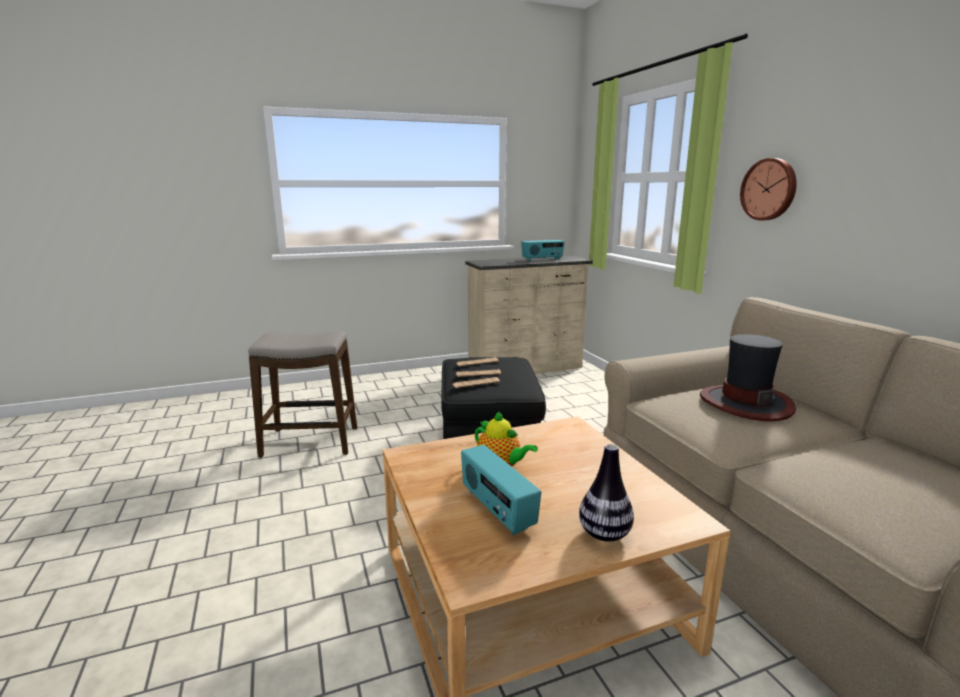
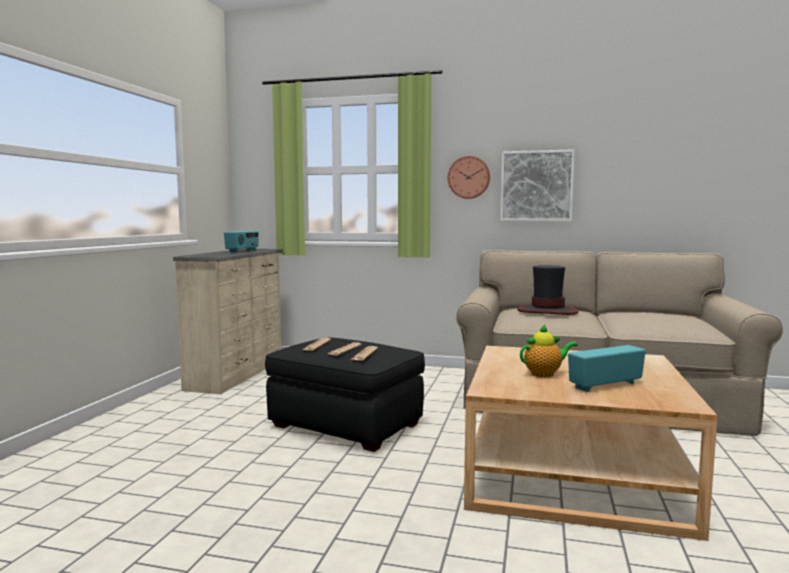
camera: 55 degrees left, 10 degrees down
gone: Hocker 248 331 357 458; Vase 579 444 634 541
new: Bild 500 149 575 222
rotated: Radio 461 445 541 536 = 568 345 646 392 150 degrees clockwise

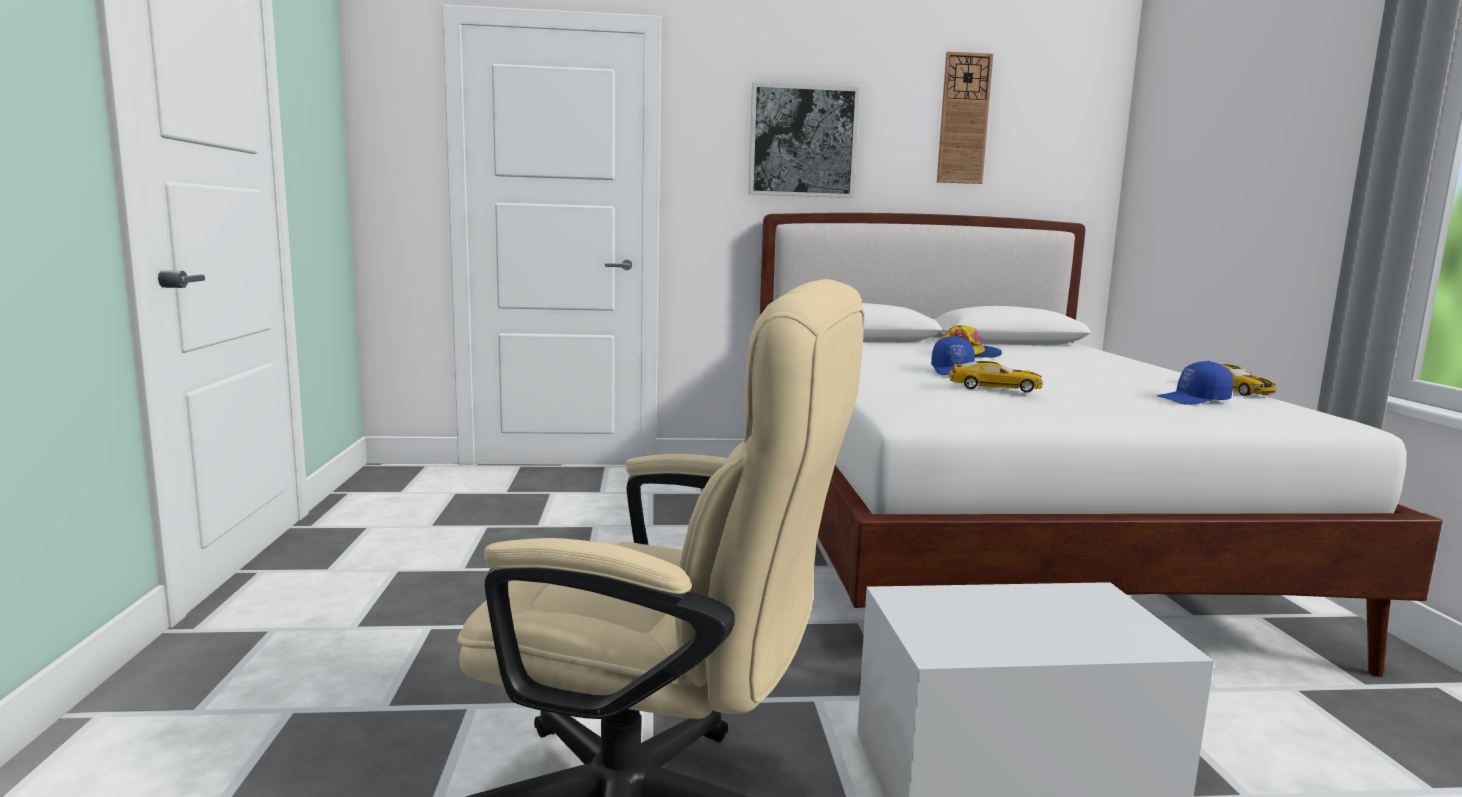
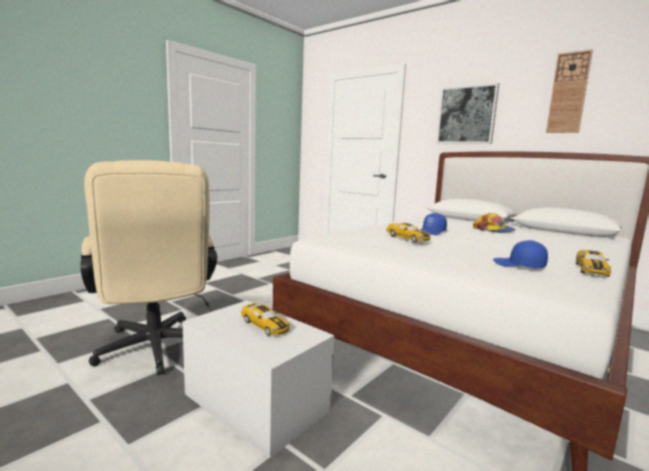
camera: 45 degrees right, 0 degrees up
new: Spielzeugauto 241 303 290 336

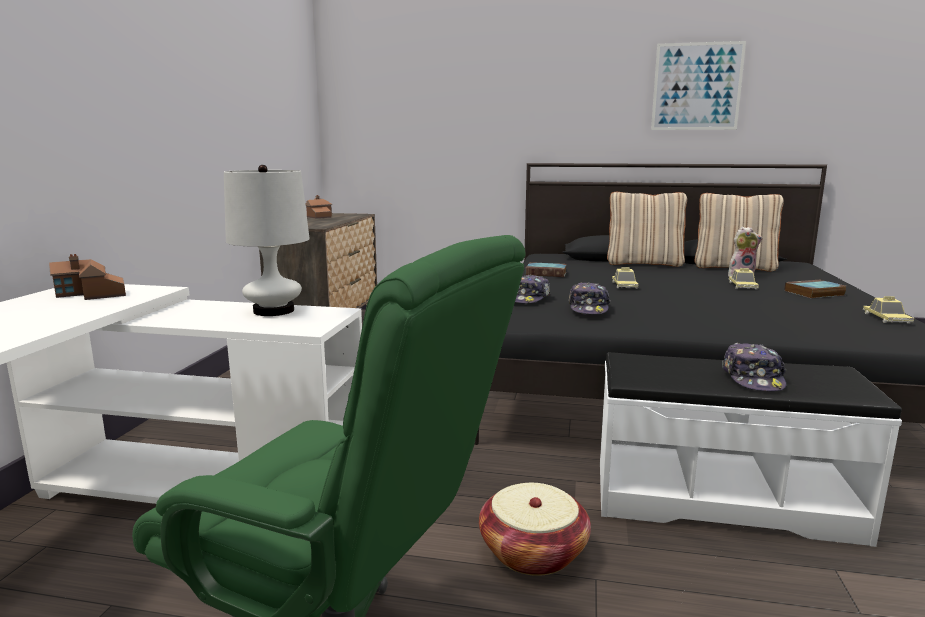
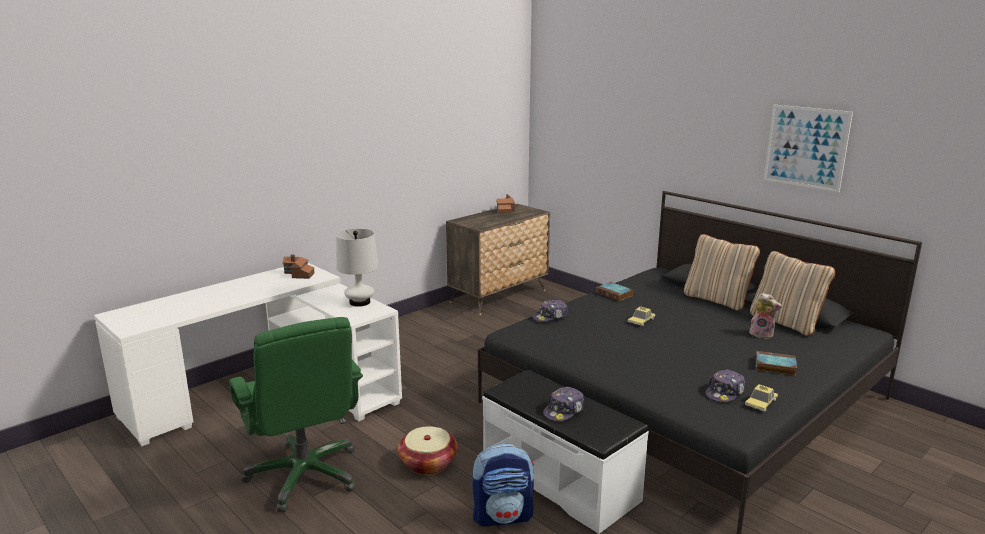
camera: 35 degrees right, 5 degrees up
gone: Spielzeugauto 729 268 759 290
new: Rucksack 472 443 534 526
shifted: Kappe 569 282 611 314 to 706 369 745 402

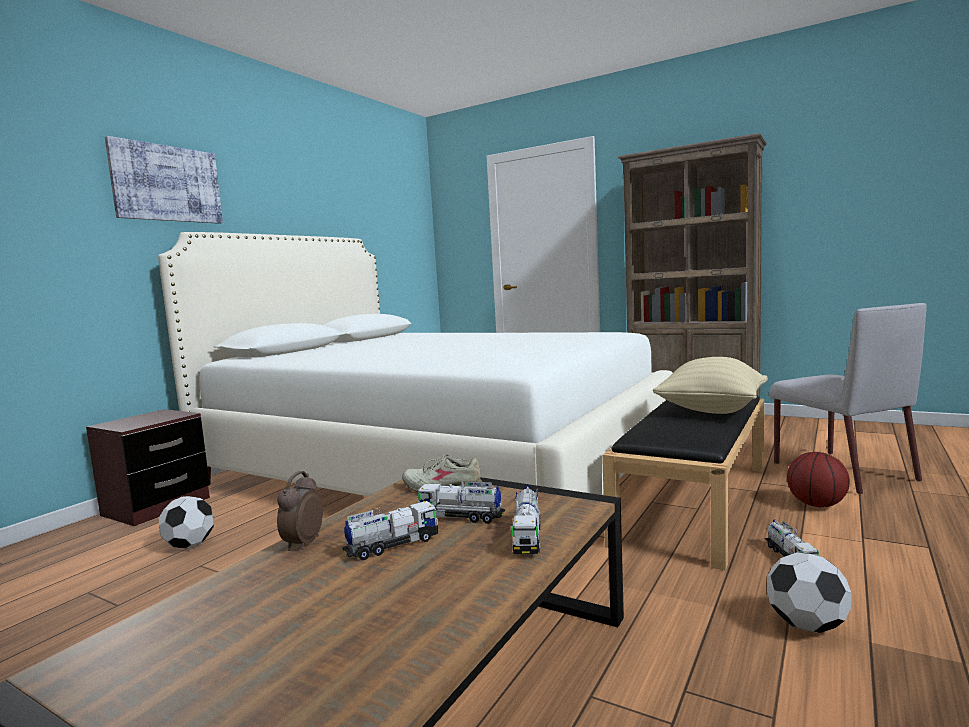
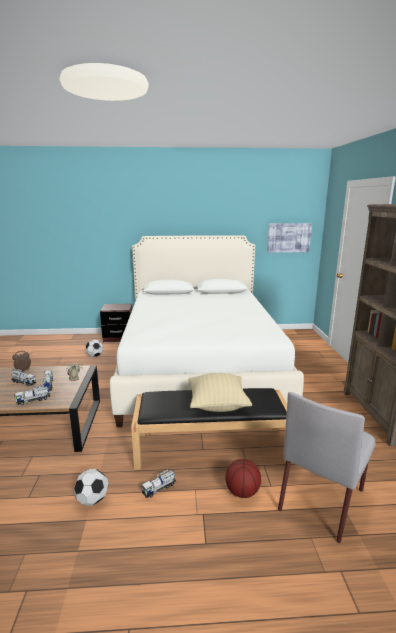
camera: 55 degrees right, 10 degrees up
shifted: Bild 105 136 223 224 to 267 223 312 253

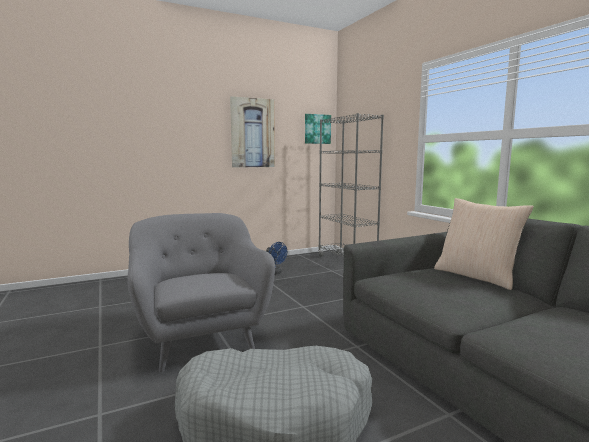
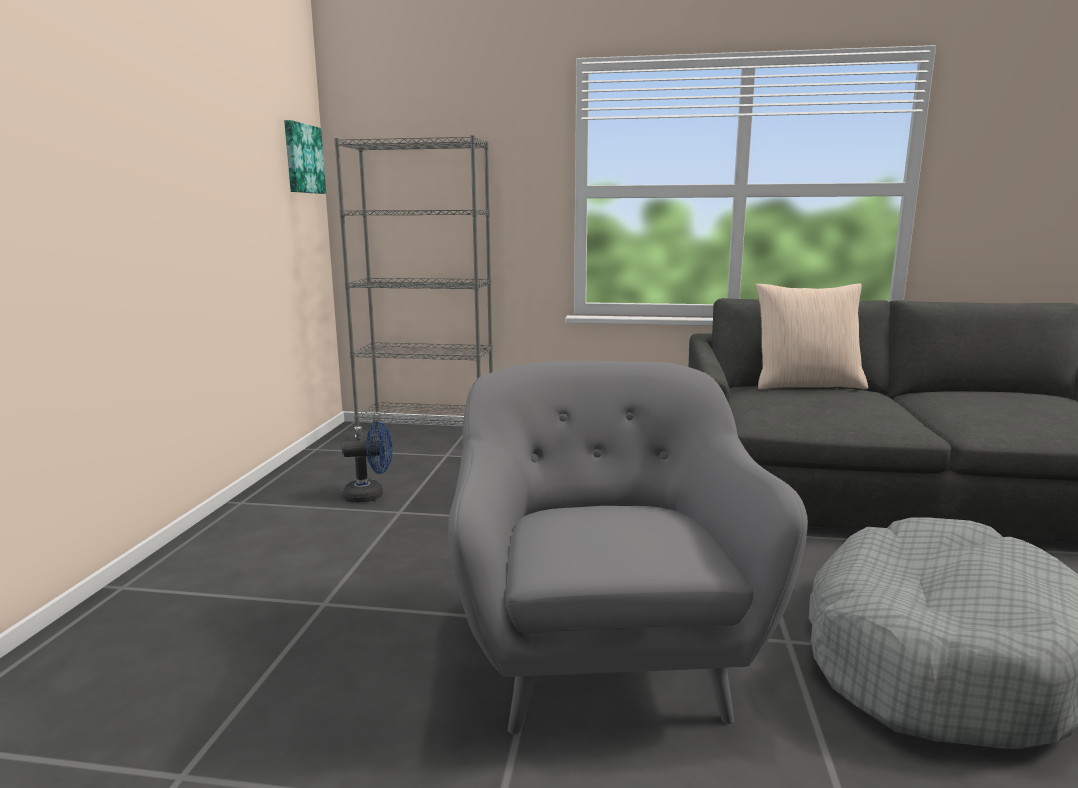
camera: 55 degrees left, 5 degrees up
gone: Bild 230 96 275 168
rotated: Sessel (grau) 127 213 275 372 = 448 361 808 734 75 degrees clockwise

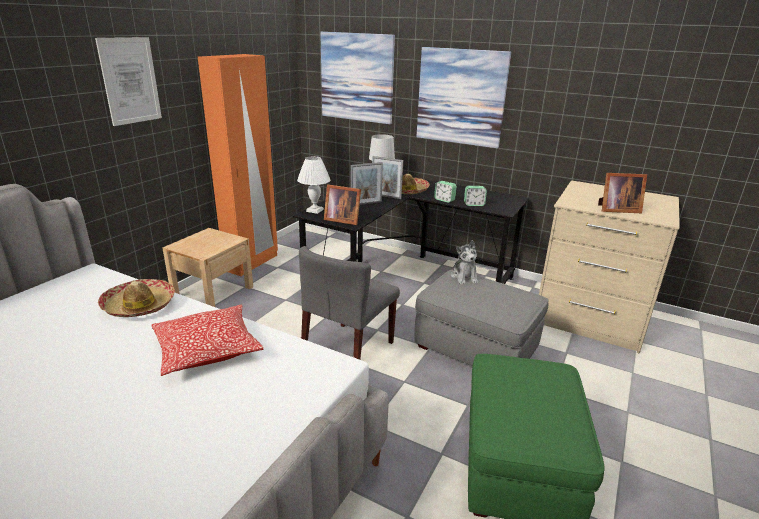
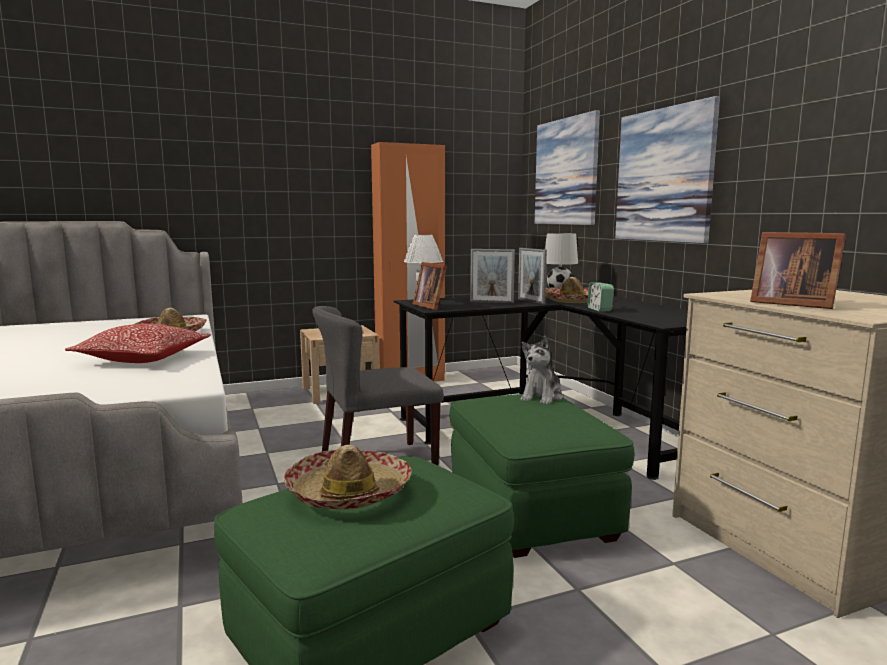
camera: 40 degrees right, 15 degrees down
gone: Bild 95 37 162 126; Wecker 464 186 487 206
new: Hut 284 445 412 510
repainted: Polsterhocker (grau) 414 270 549 366 to Polsterhocker (grün) 450 394 634 558

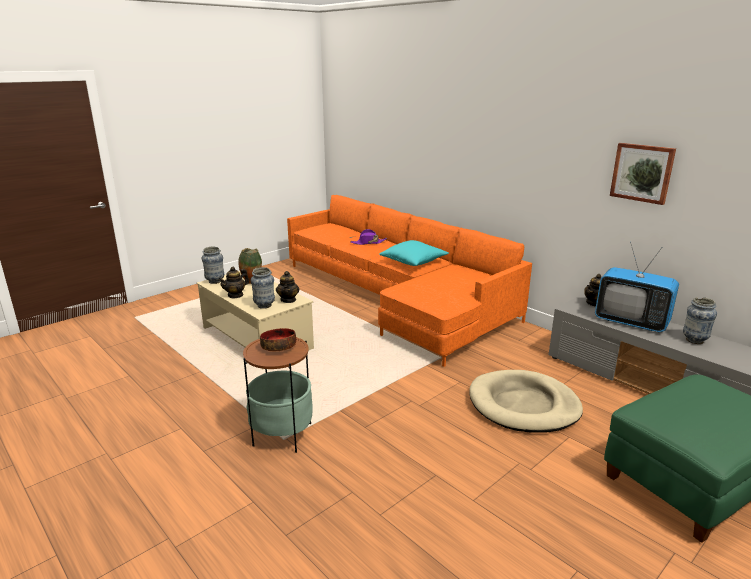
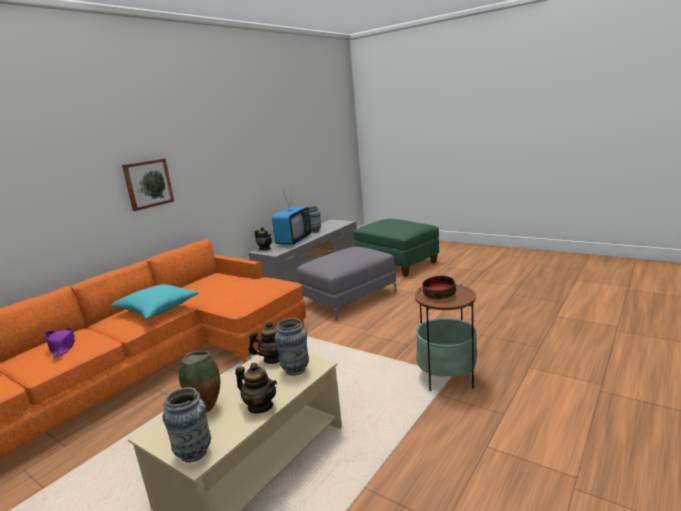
camera: 100 degrees left, 5 degrees down
shifted: Bild 610 143 676 205 to 122 158 174 211
swapped: Hundebett (beige) 469 370 583 433 to Polsterhocker (grau) 297 247 397 320

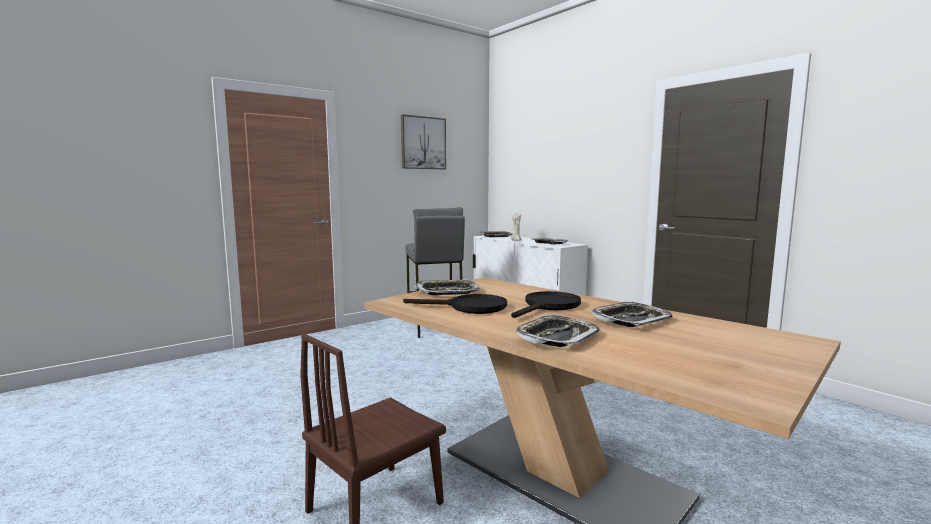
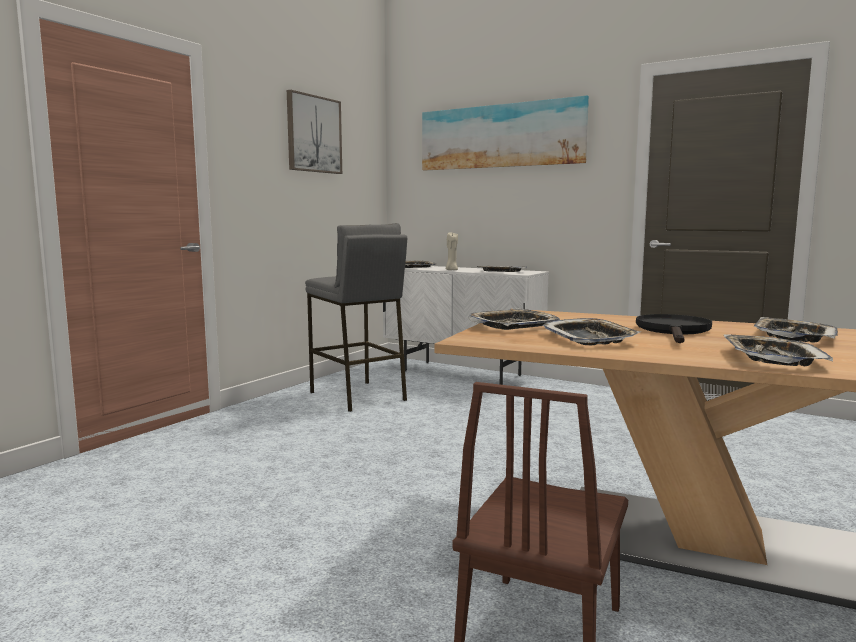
camera: 20 degrees left, 0 degrees up
new: Bild 422 96 589 170
swapped: Pfanne (schwarz) 403 294 507 314 to Tablett 543 318 641 345

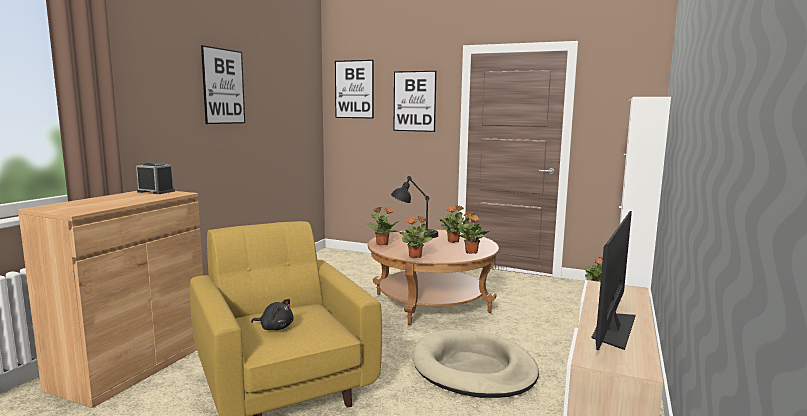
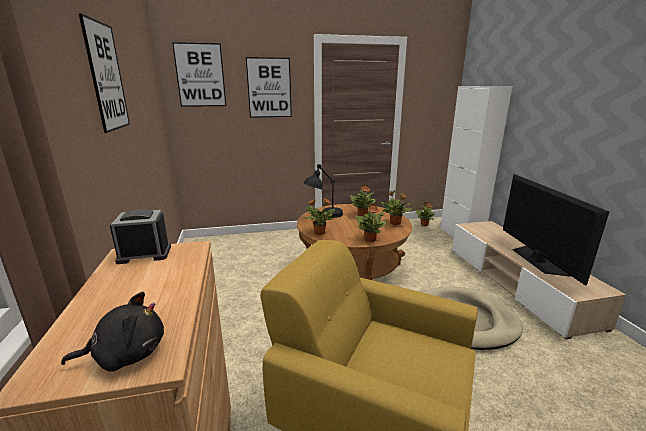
camera: 35 degrees left, 10 degrees up
shifted: Plüschtier (schwarz) 251 299 294 330 to 61 292 164 372

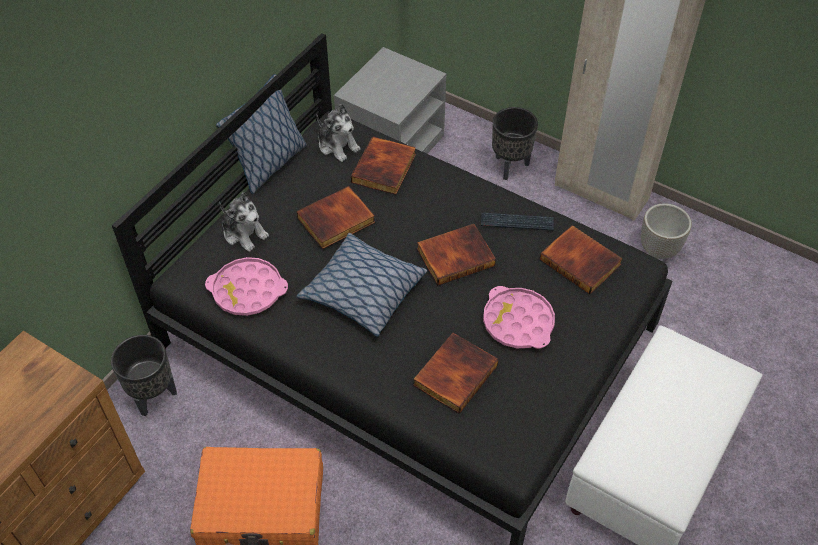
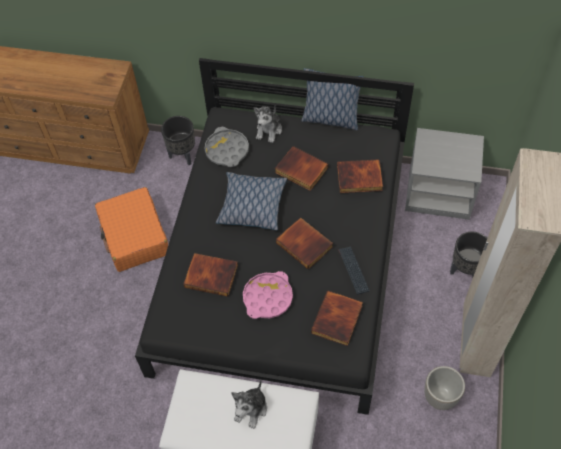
camera: 70 degrees right, 5 degrees up
shifted: Plüschtier 316 104 360 162 to 231 380 267 429
repainted: Tablett (rosa) 205 257 288 316 to Tablett (grau) 205 127 249 167

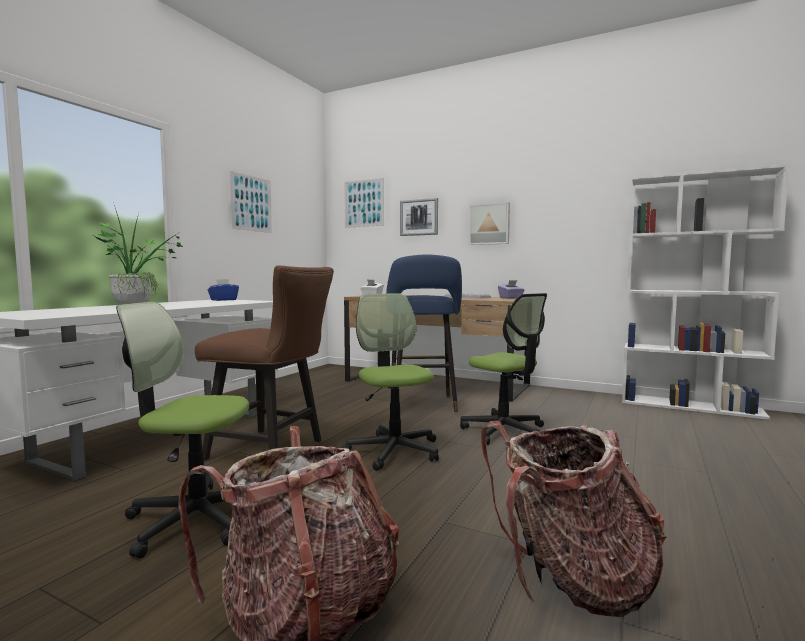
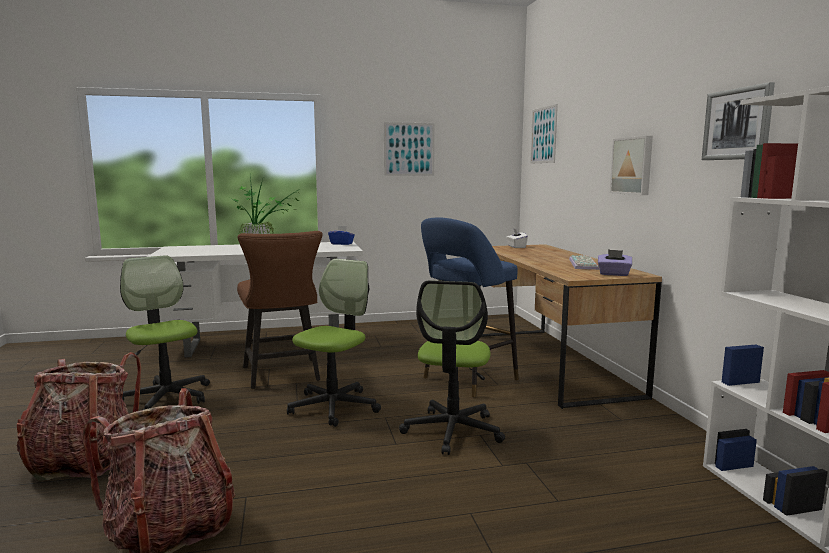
camera: 50 degrees right, 5 degrees up
shifted: Bild 400 198 438 236 to 702 82 775 160

